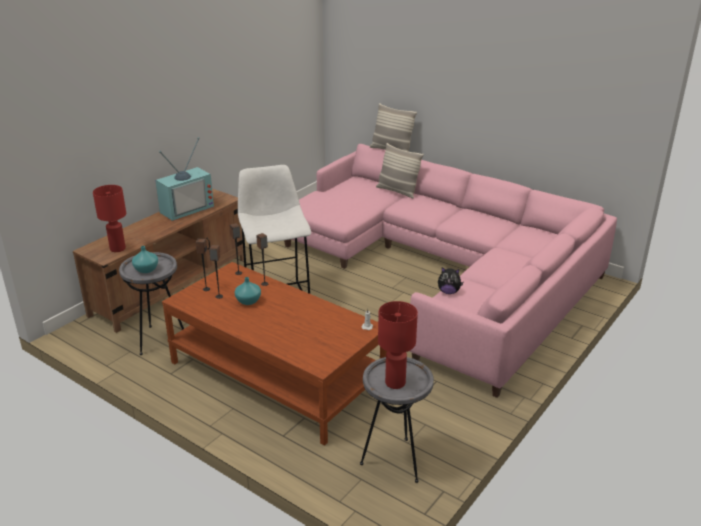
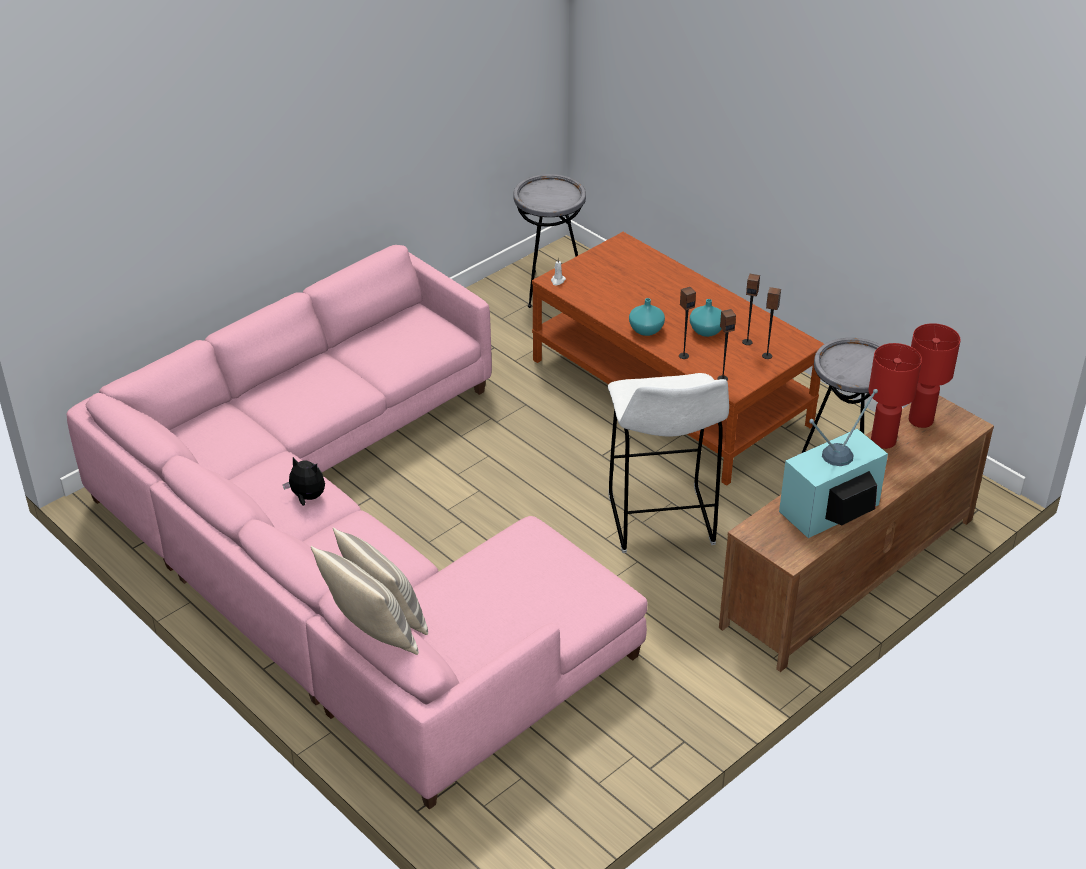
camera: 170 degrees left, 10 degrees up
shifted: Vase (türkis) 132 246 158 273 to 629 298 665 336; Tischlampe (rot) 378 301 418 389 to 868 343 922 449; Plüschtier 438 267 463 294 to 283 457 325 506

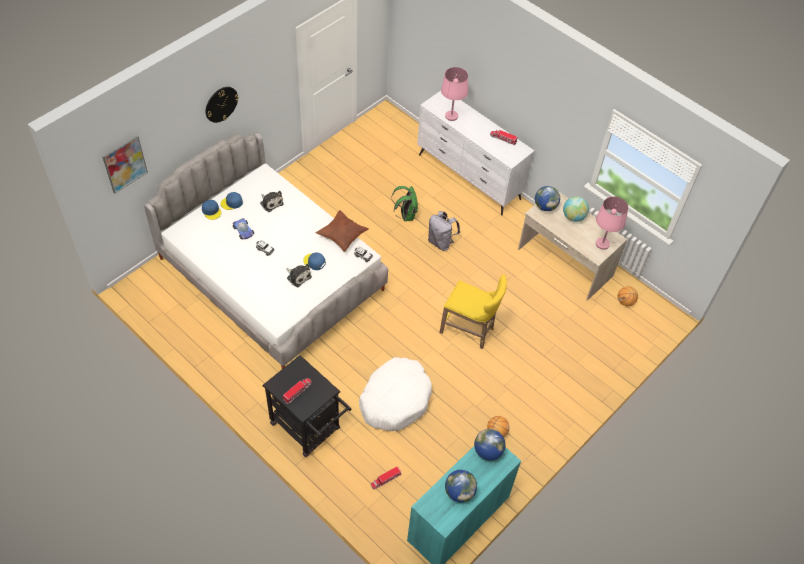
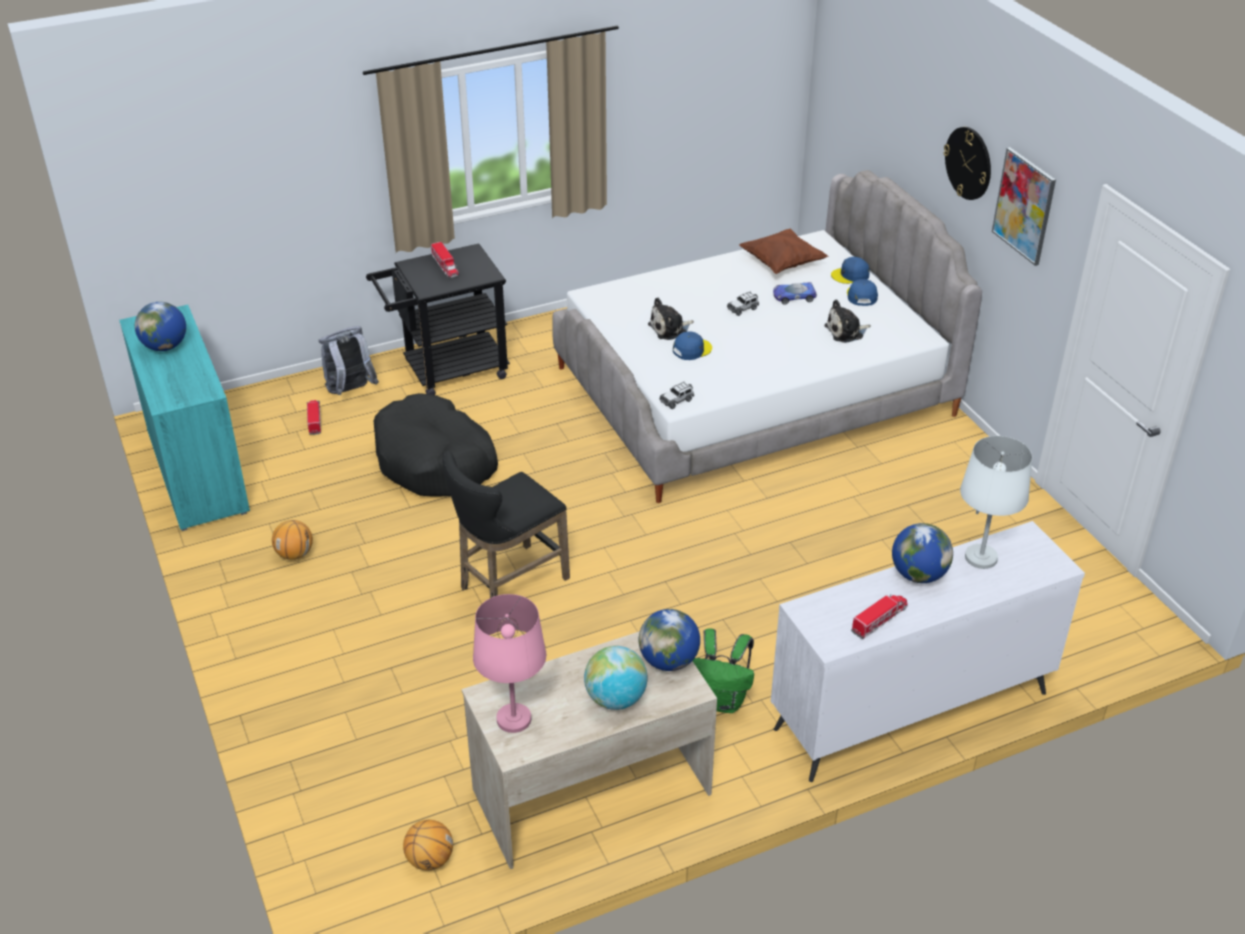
camera: 115 degrees right, 15 degrees down
shifted: Bild 102 135 148 193 to 992 147 1056 266; Kissen (braun) 316 210 369 252 to 739 229 828 274; Rucksack (grün) 391 186 418 221 to 693 628 754 713; Rucksack (grau) 428 211 460 251 to 319 326 379 395; Globus 474 429 506 460 to 892 523 953 583
repainted: Hundebett (weiß) 359 357 432 431 to Hundebett (schwarz) 374 393 498 497; Hocker (gelb) 439 274 507 349 to Hocker (schwarz) 442 451 570 598; Tischlampe (rosa) 441 67 468 121 to Tischlampe (weiß) 960 436 1032 569

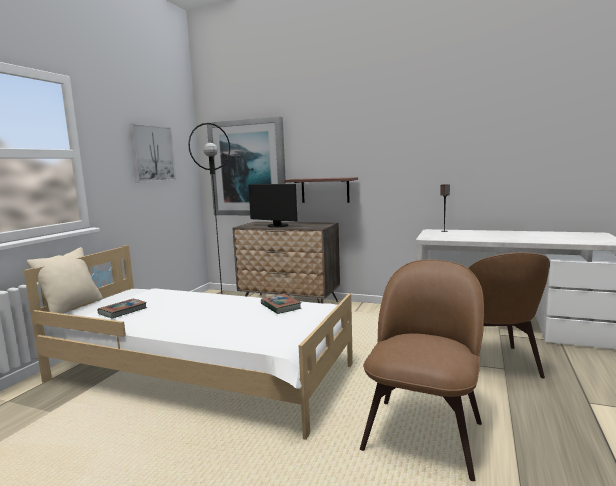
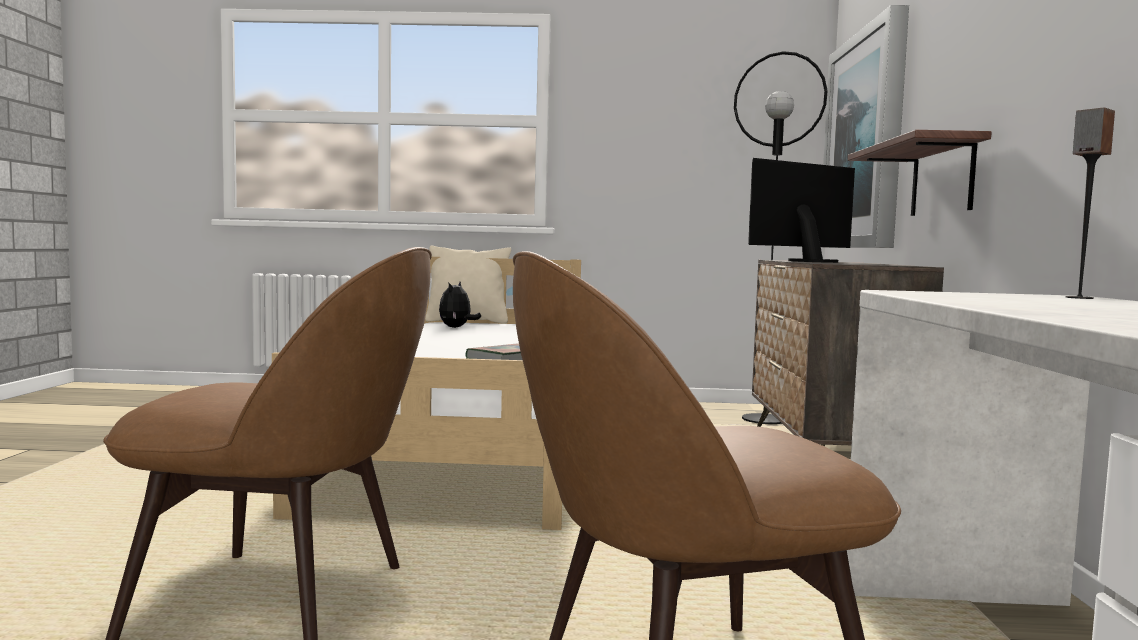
camera: 70 degrees right, 5 degrees down
gone: Bild 129 123 176 183
swapped: Buch 98 299 147 318 to Plüschtier 439 282 481 328
rotated: Monitor 248 184 298 228 = 748 158 855 263 45 degrees clockwise

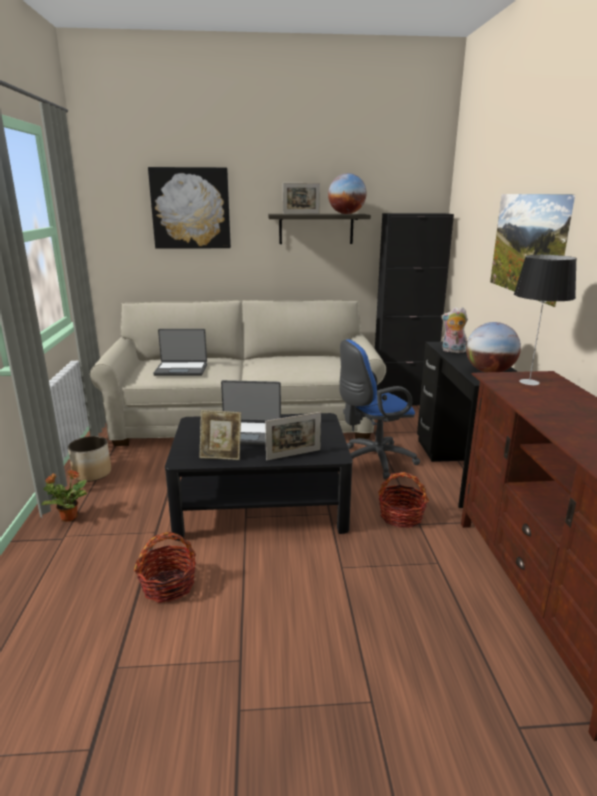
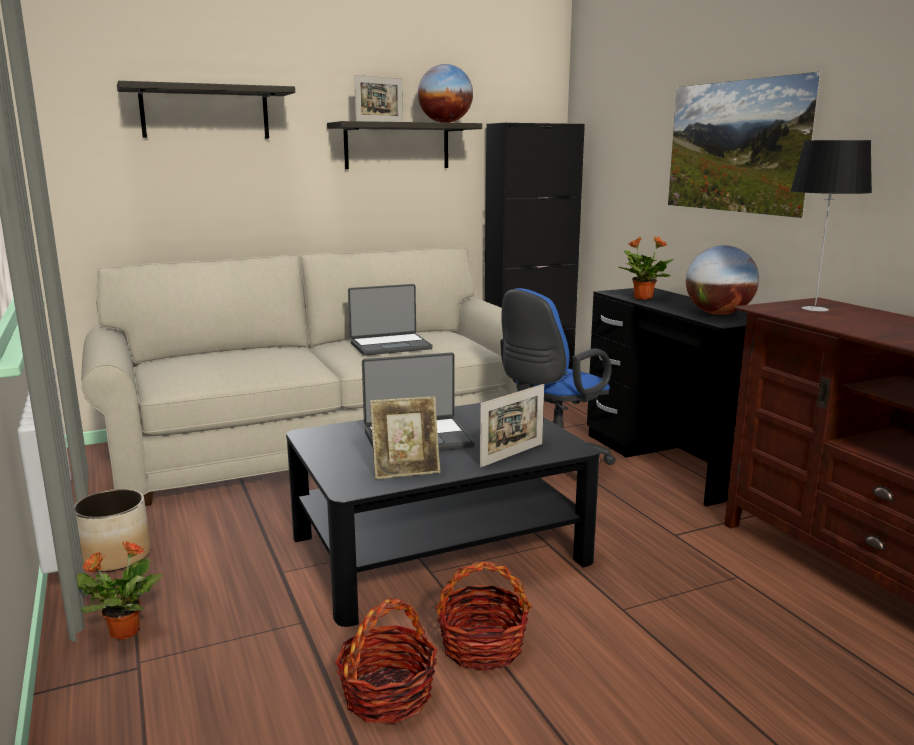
camera: 20 degrees left, 5 degrees down
shifted: Laptop 153 329 207 376 to 348 284 433 356; Korb 378 472 429 528 to 435 561 532 671
swapped: Bild 148 167 231 249 to Wandregal 117 81 295 138; Plüschtier 441 307 468 353 to Topfpflanze 618 236 674 300

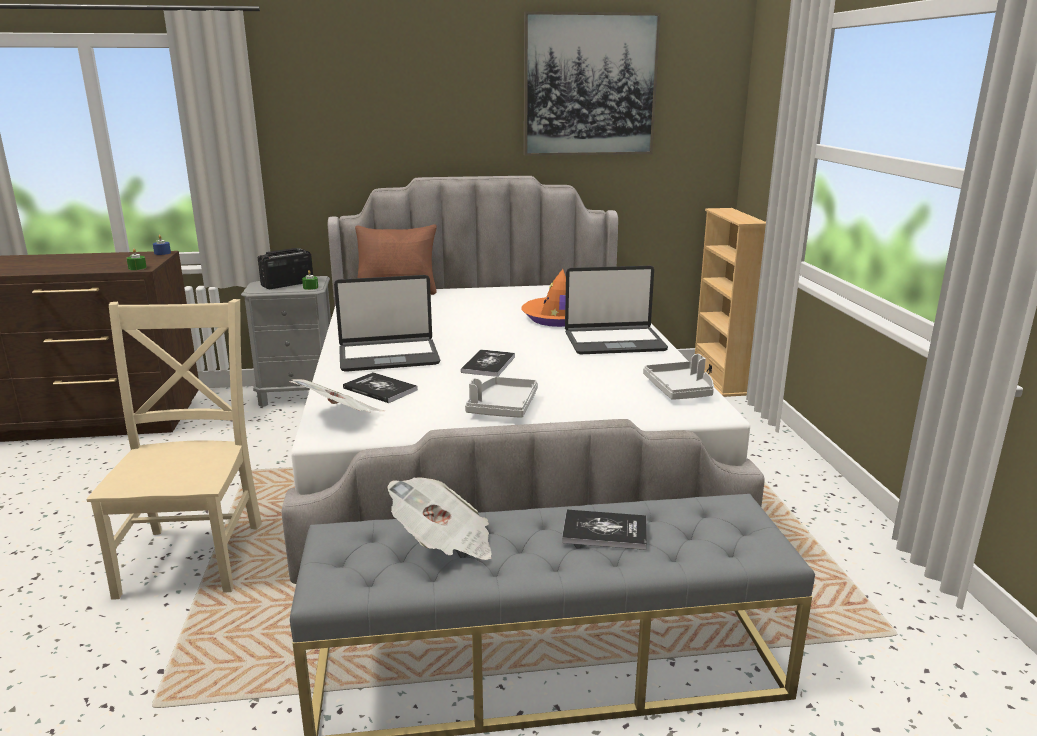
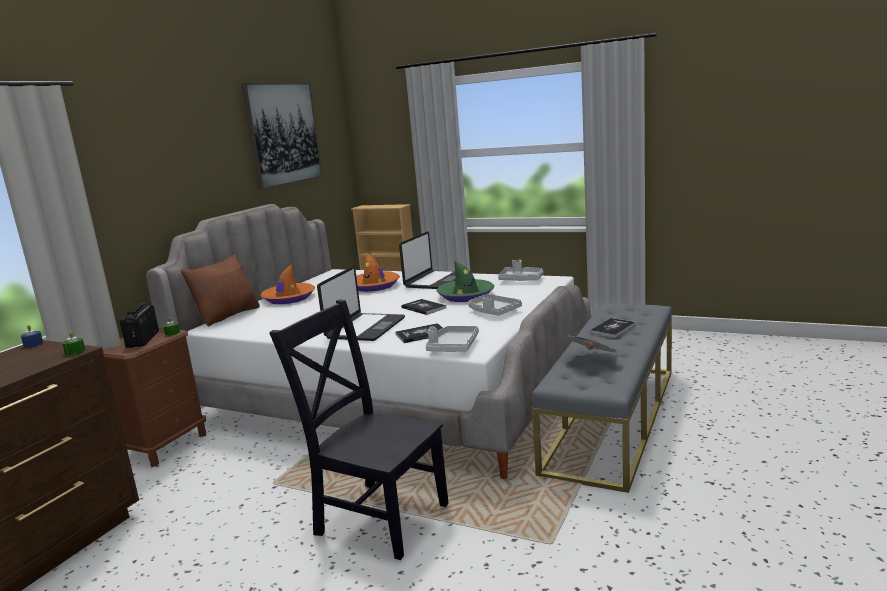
camera: 55 degrees left, 5 degrees down
new: Hut (orange) 261 264 315 304; Hut (grün) 436 260 494 302
swapped: Zeitung 289 379 385 412 to Tablett (grau) 426 326 479 352
repainted: Stuhl (beige) 86 299 262 600 to Stuhl (schwarz) 269 299 449 560; Nachttisch (grau) 241 276 331 407 to Nachttisch (braun) 103 328 206 467

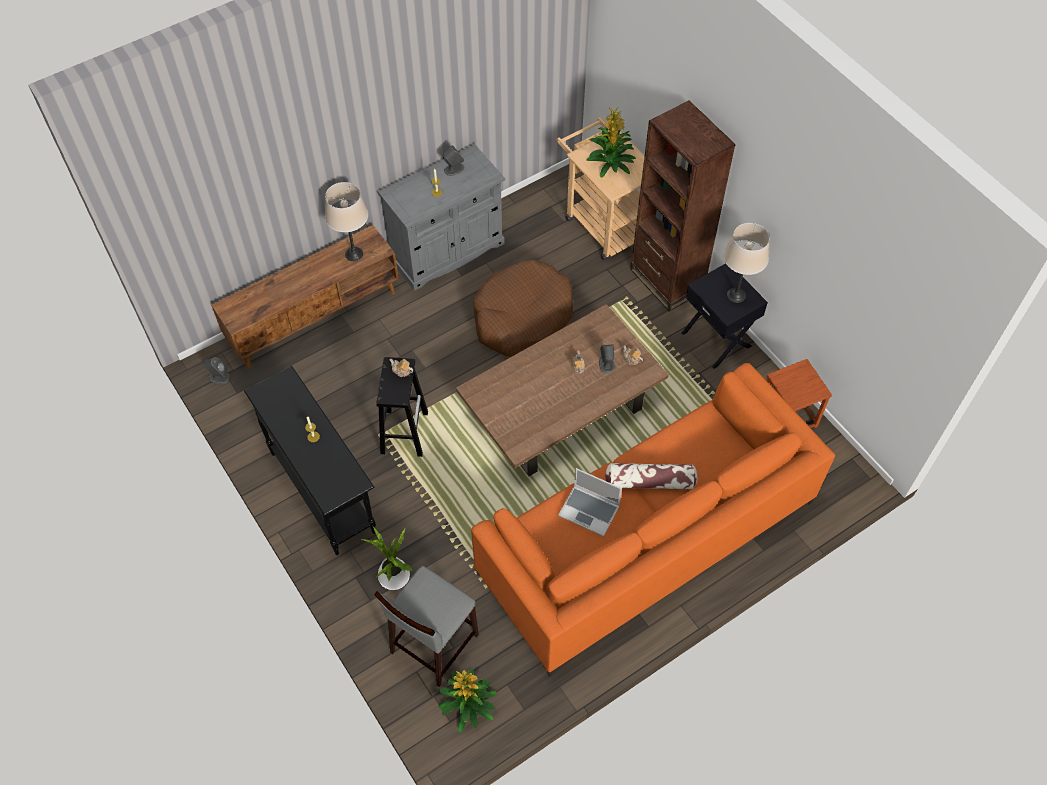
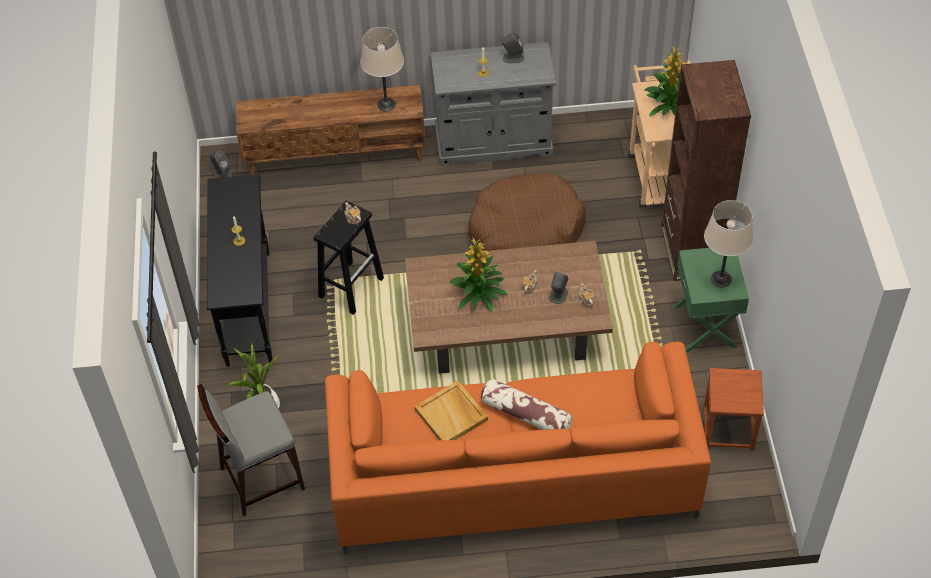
camera: 30 degrees right, 5 degrees down
shifted: Topfpflanze 438 668 497 732 to 450 238 507 311
swapped: Laptop 558 468 622 537 to Tablett (beige) 414 381 488 440
repainted: Nachttisch (schwarz) 682 263 768 369 to Nachttisch (grün) 673 248 749 352

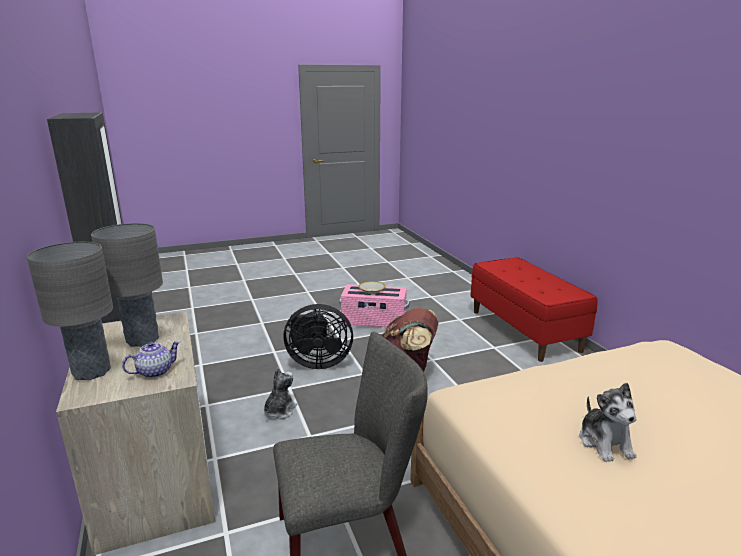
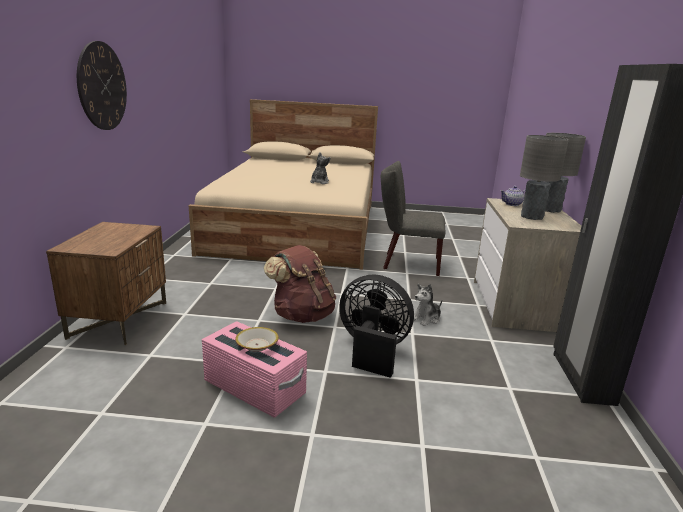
camera: 155 degrees left, 0 degrees up
new: Wanduhr 77 41 127 130
swapped: Bank (rot) 470 257 598 362 to Nachttisch (braun) 46 222 166 345

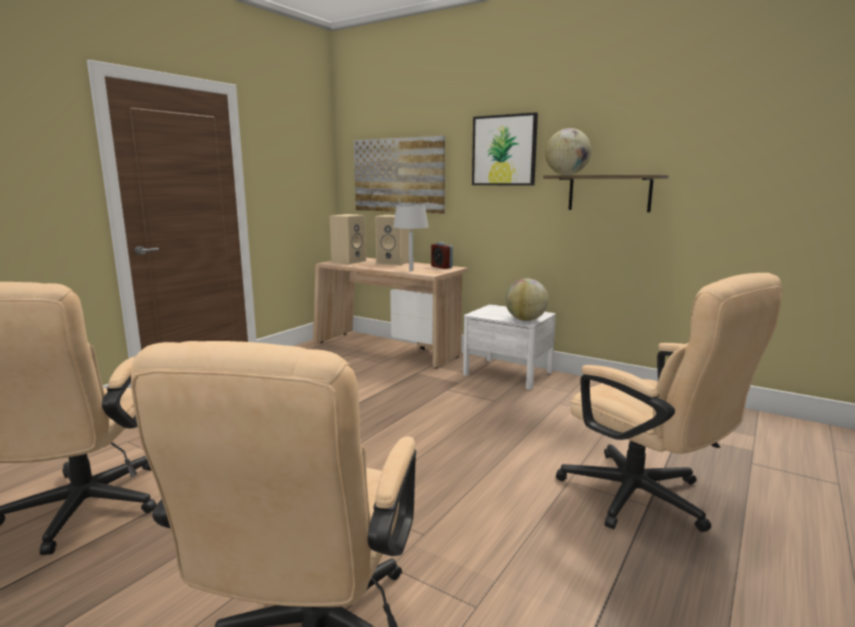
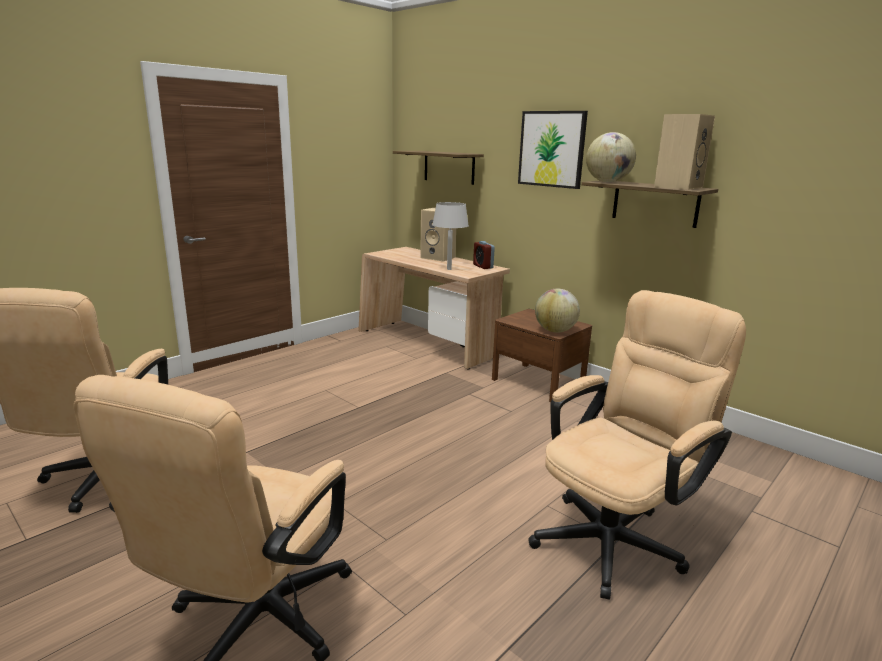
camera: 10 degrees right, 5 degrees up
shifted: Lautsprecher (beige) 330 214 366 265 to 654 114 715 190
swapped: Bild 354 136 445 214 to Wandregal 393 151 484 185
repainted: Nachttisch (weiß) 463 304 556 390 to Nachttisch (braun) 492 309 592 402
rotated: Bürostuhl (beige) 556 273 783 532 = 528 290 746 600 105 degrees counterclockwise

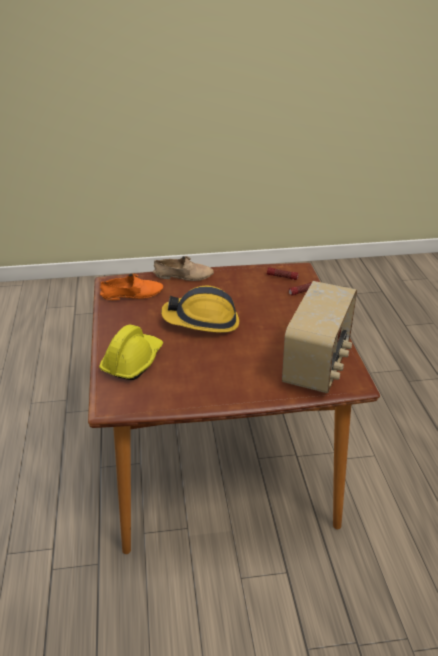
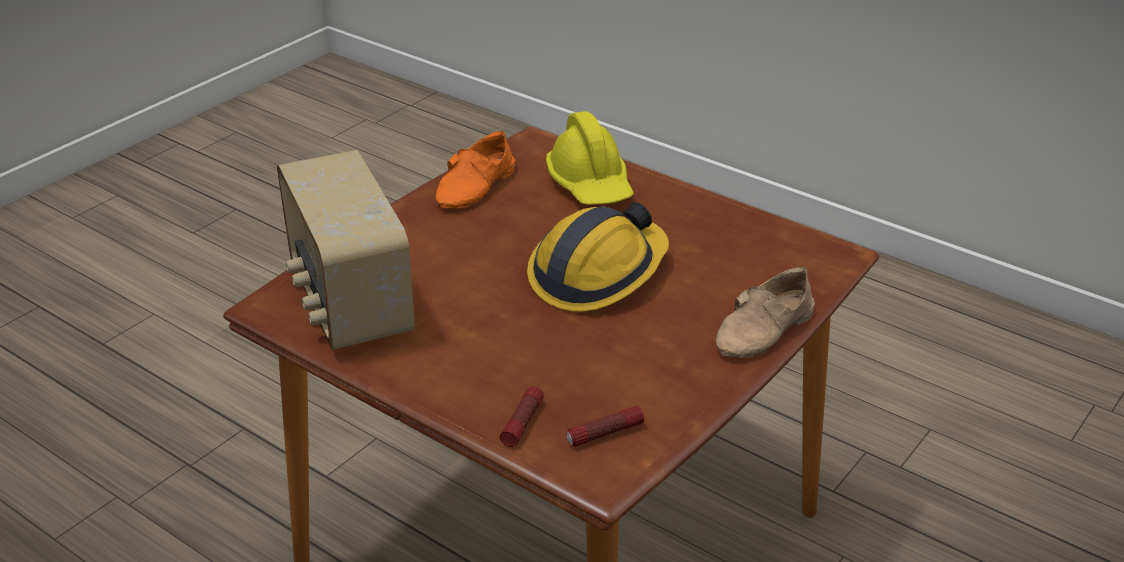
camera: 135 degrees right, 0 degrees up
shifted: Schuh (orange) 100 273 163 300 to 436 131 515 209

